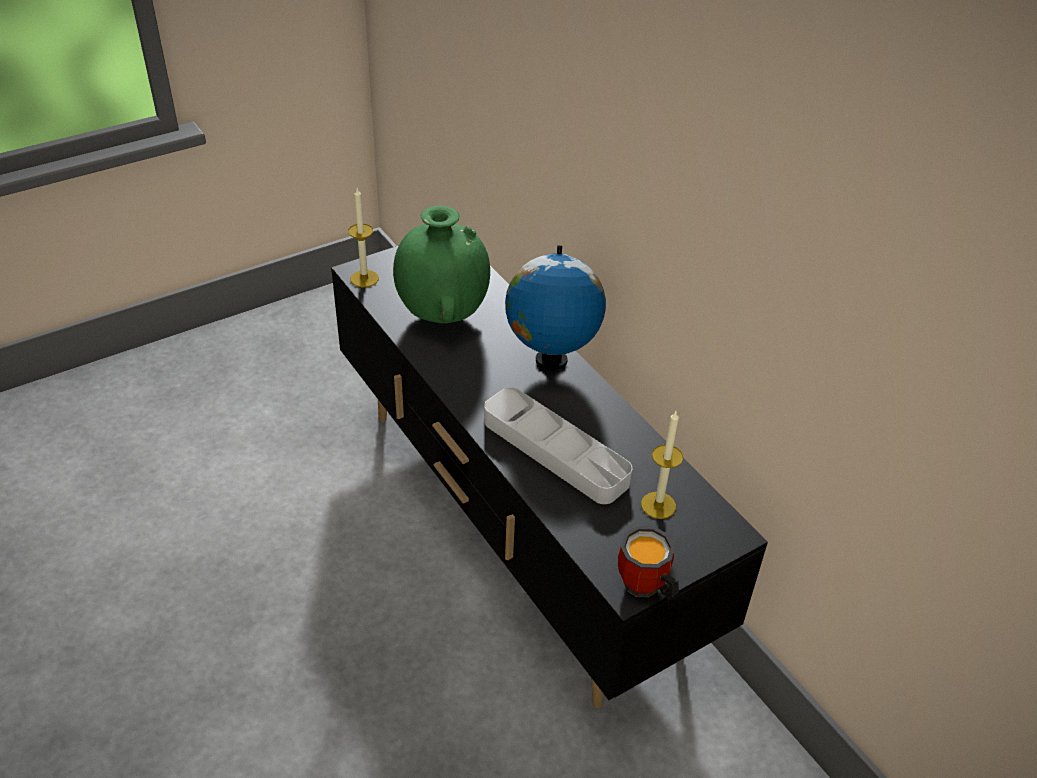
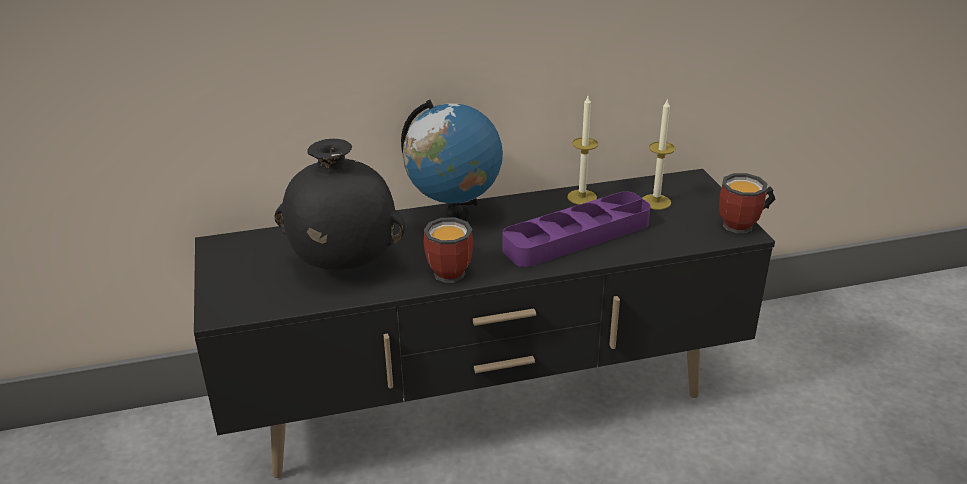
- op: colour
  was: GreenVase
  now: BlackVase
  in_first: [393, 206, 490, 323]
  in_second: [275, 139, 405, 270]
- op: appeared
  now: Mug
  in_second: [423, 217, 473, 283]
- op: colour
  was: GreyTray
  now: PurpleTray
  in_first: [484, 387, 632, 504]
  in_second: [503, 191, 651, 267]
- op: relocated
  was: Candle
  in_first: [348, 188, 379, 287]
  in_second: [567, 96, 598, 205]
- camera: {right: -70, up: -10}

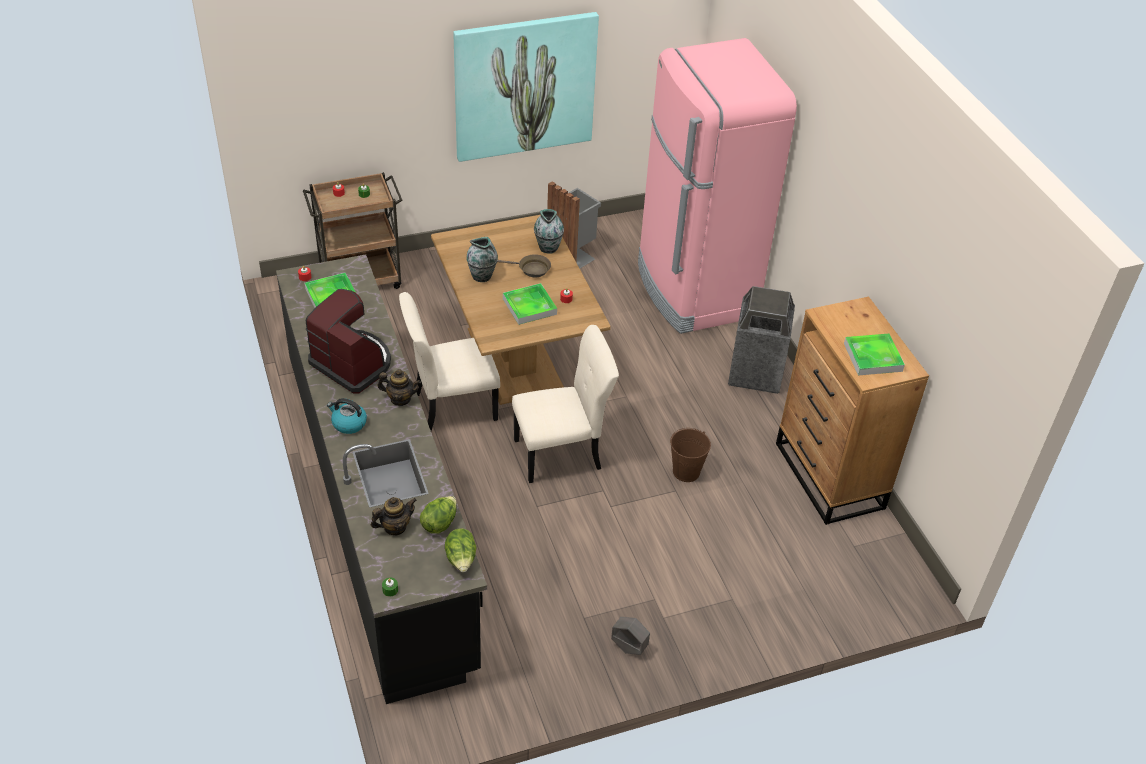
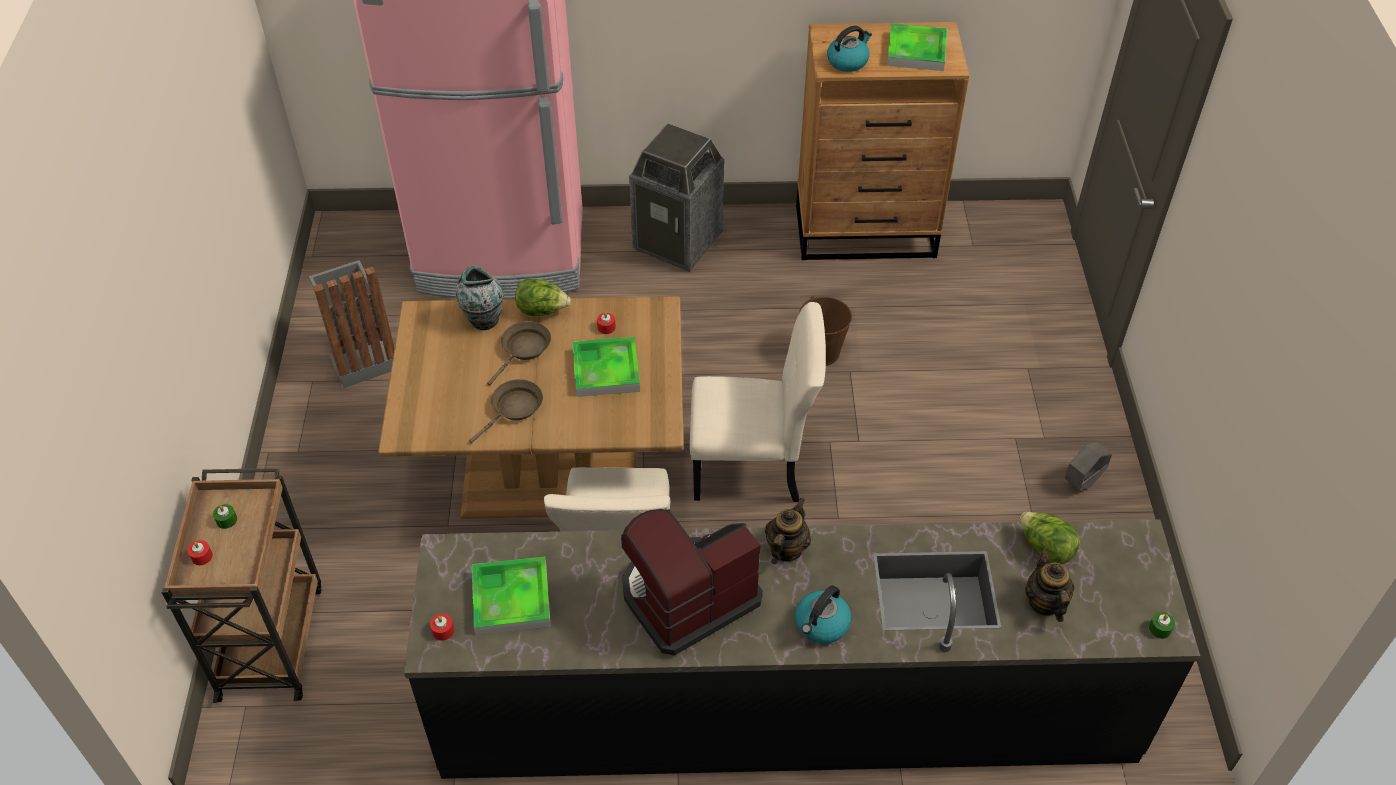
- op: exchanged
  was: Vase
  now: BrownFryingPan
  in_first: [466, 237, 498, 282]
  in_second: [469, 379, 543, 444]
- op: relocated
  was: Lettuce
  in_first: [445, 529, 477, 572]
  in_second: [515, 279, 571, 316]
- op: spun
  was: BeigeChair
  in_first: [512, 325, 619, 483]
  in_second: [690, 302, 826, 502]
  clockwise: 90
- op: appeared
  now: Kettle
  in_second: [827, 25, 872, 72]
- op: missing
  was: Picture
  in_first: [453, 12, 599, 162]
- camera: {right: -70, up: 5}

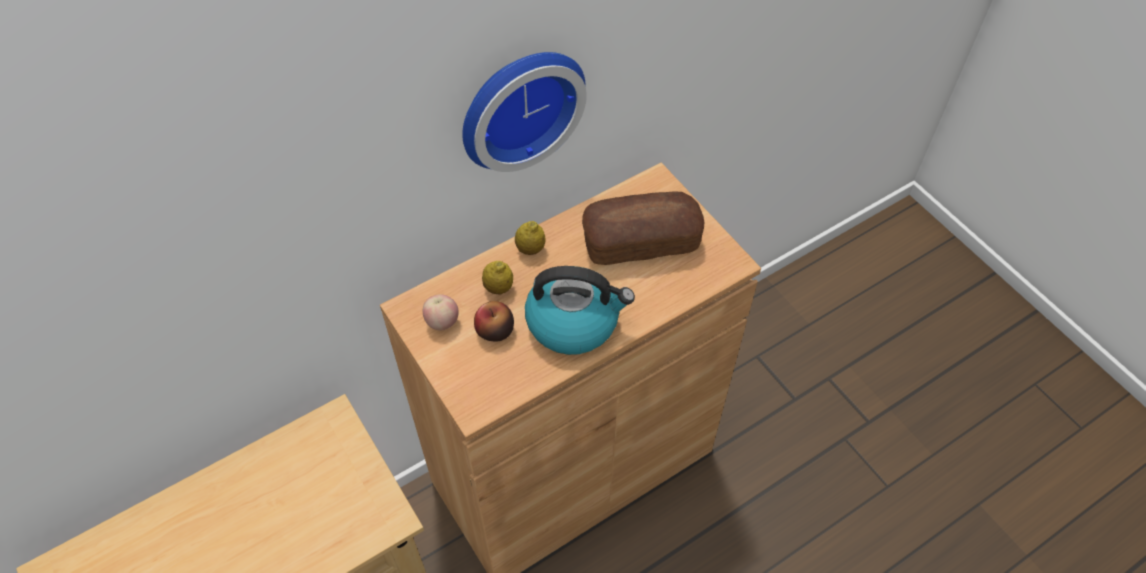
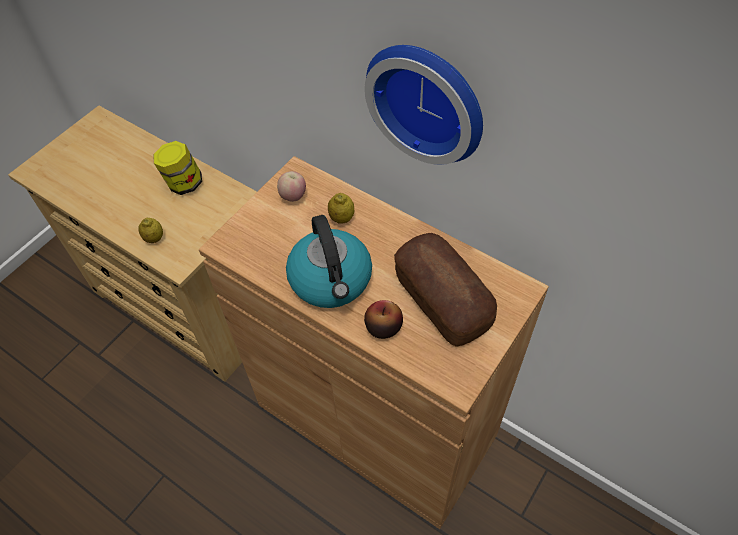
- op: relocated
  was: Lemon
  in_first: [515, 221, 546, 255]
  in_second: [138, 218, 163, 243]
- op: appeared
  now: Jar
  in_second: [153, 141, 202, 195]
- op: relocated
  was: Apple
  in_first: [474, 301, 514, 341]
  in_second: [364, 300, 403, 339]
- camera: {right: 70, up: 0}

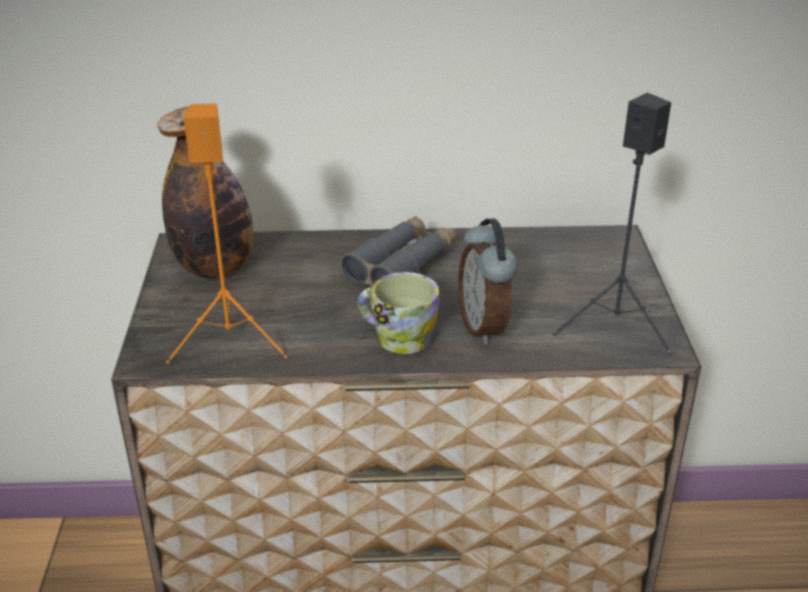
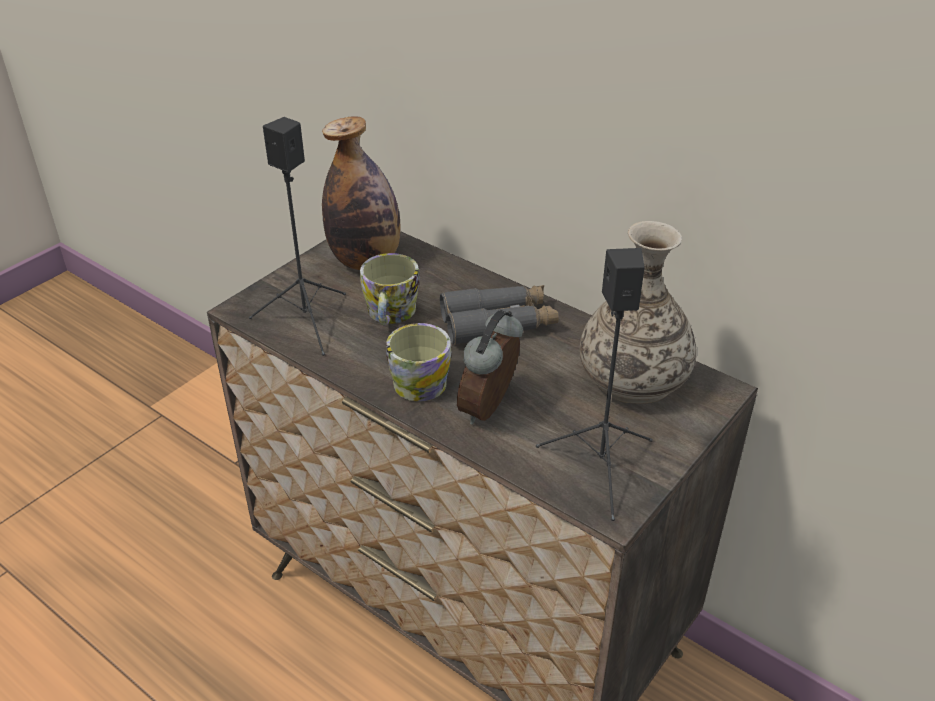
- op: colour
  was: OrangeSpeaker
  now: BlackSpeaker
  in_first: [166, 103, 288, 364]
  in_second: [249, 117, 346, 356]
- op: appeared
  now: Mug
  in_second: [360, 253, 420, 326]
- op: appeared
  now: Vase
  in_second: [580, 221, 697, 404]
- camera: {right: 40, up: 5}

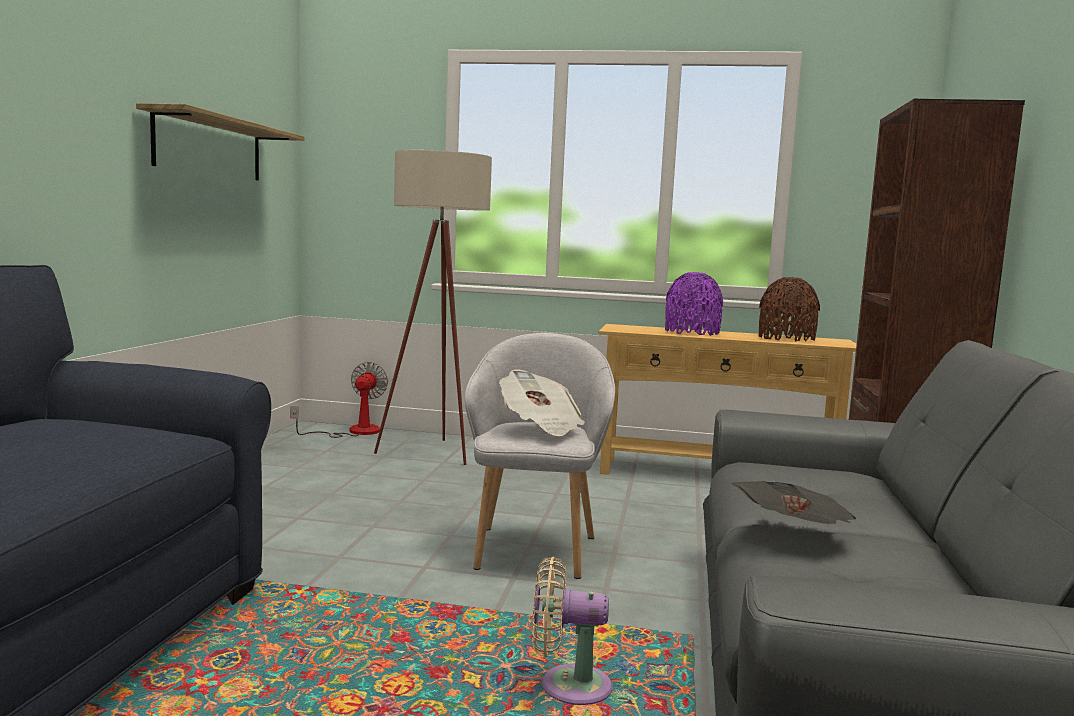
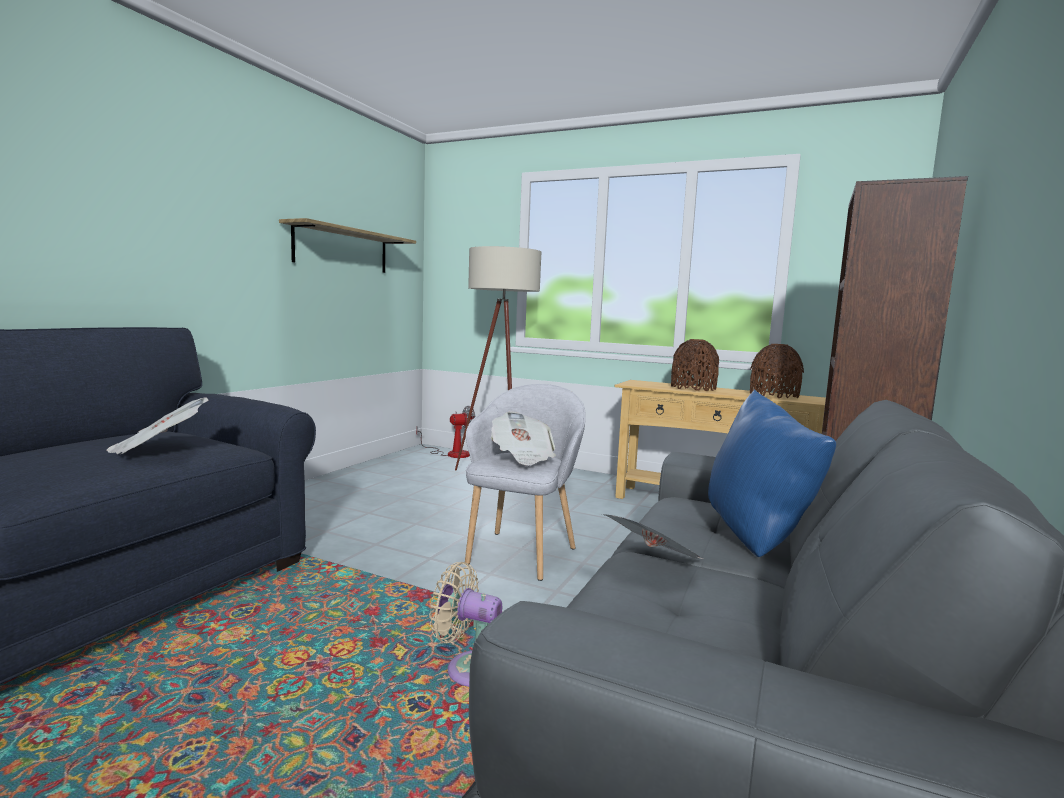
- op: appeared
  now: Newspaper
  in_second: [106, 398, 208, 454]
- op: spun
  was: Fan
  in_first: [290, 362, 388, 438]
  in_second: [416, 405, 476, 458]
  clockwise: 45
- op: colour
  was: PurpleVase
  now: BrownVase
  in_first: [665, 272, 723, 336]
  in_second: [671, 339, 719, 391]
- op: appeared
  now: BluePillow
  in_second: [708, 389, 836, 557]
- camera: {right: 15, up: 0}

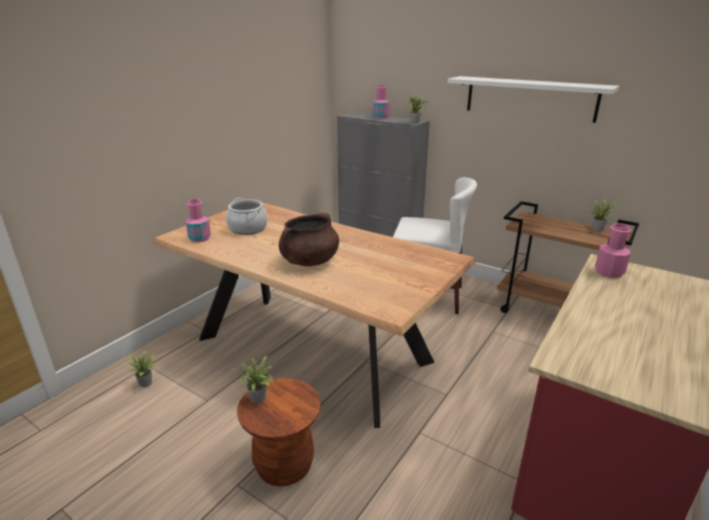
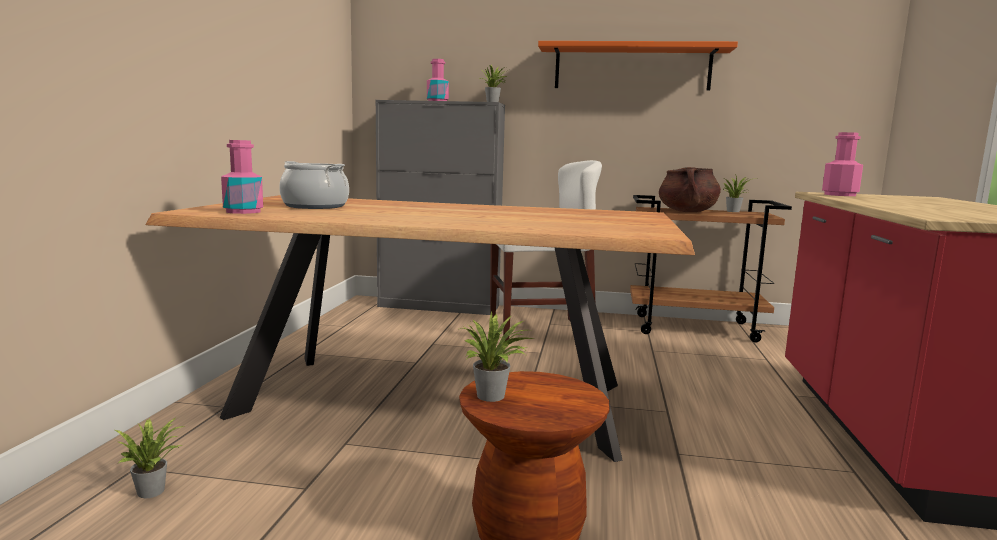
- op: colour
  was: WhiteShelf
  now: OrangeShelf
  in_first: [448, 76, 619, 123]
  in_second: [538, 41, 738, 91]
- op: relocated
  was: BrownCookingPot
  in_first: [279, 213, 339, 266]
  in_second: [659, 167, 721, 212]
- camera: {right: -25, up: -15}

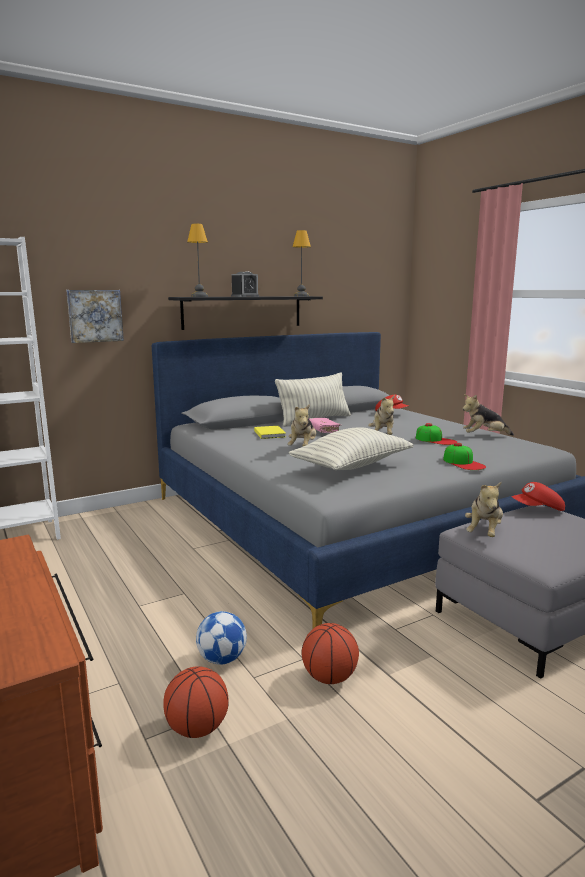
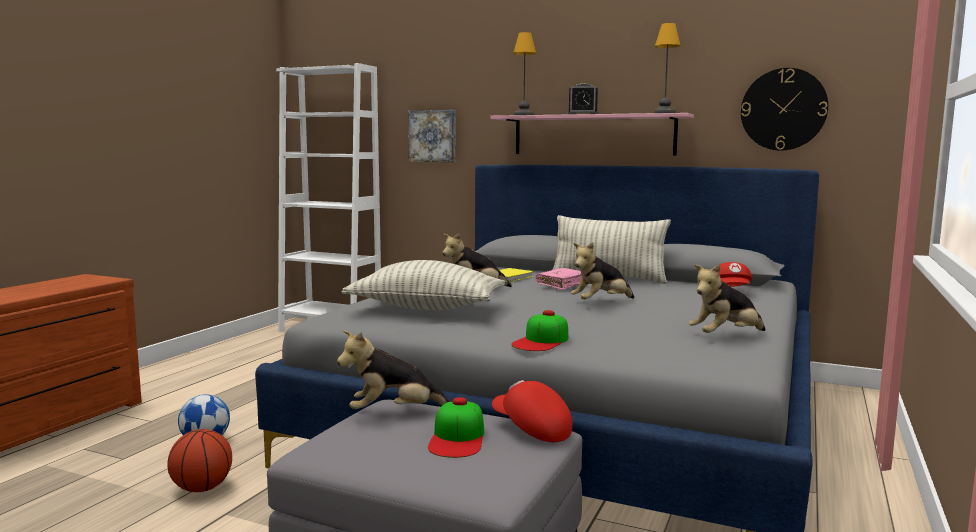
- op: relocated
  was: Cap
  in_first: [416, 423, 457, 445]
  in_second: [428, 397, 484, 458]
- op: colour
  was: BlackShelf
  now: PinkShelf
  in_first: [168, 296, 323, 330]
  in_second: [491, 113, 694, 155]
- op: spun
  was: PlushToy
  in_first: [462, 394, 514, 436]
  in_second: [689, 264, 765, 333]
  clockwise: -75
- op: appeared
  now: WallClock
  in_second: [741, 68, 828, 151]
- op: missing
  was: Basketball
  in_first: [163, 666, 229, 738]
- camera: {right: 55, up: -5}

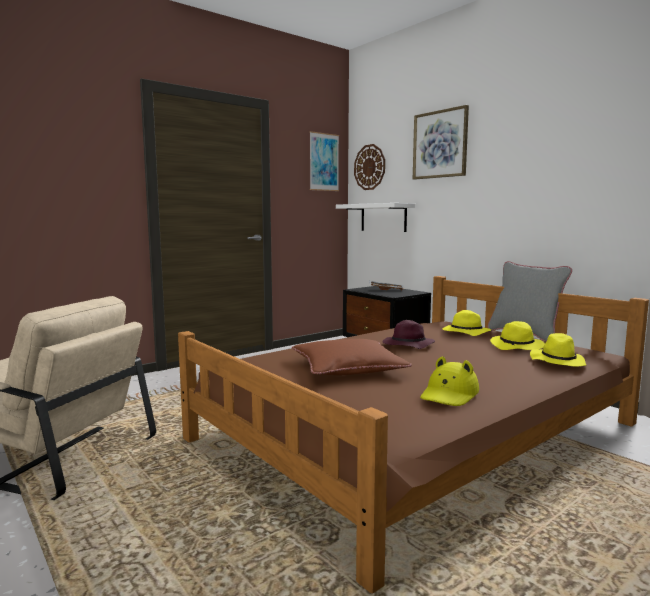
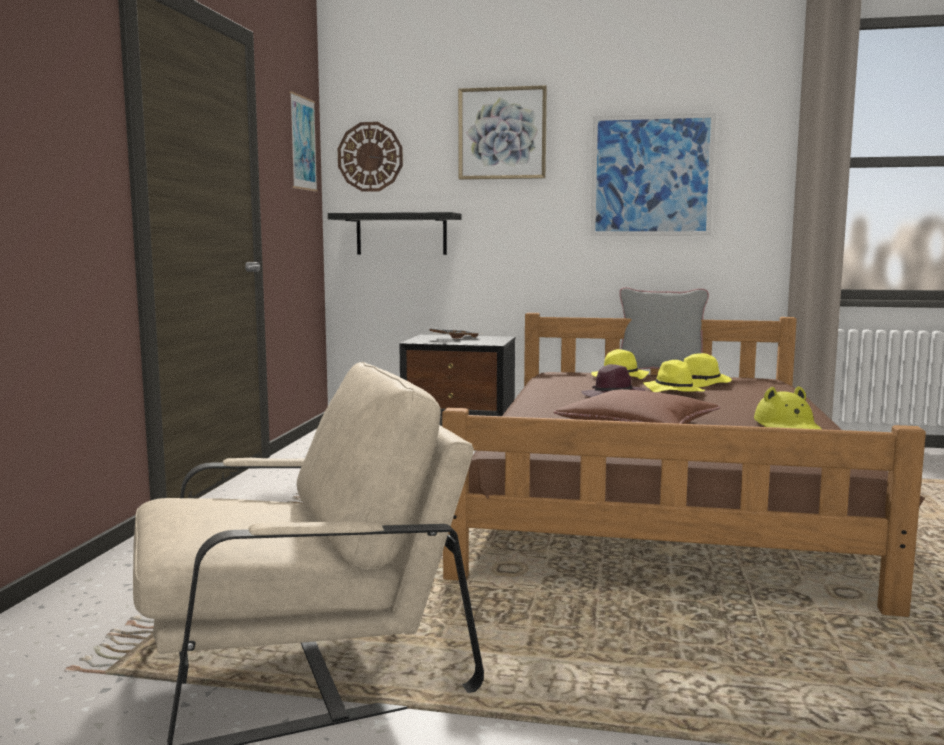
- op: colour
  was: WhiteShelf
  now: BlackShelf
  in_first: [336, 203, 415, 232]
  in_second: [328, 212, 462, 255]
- op: appeared
  now: Picture
  in_second: [591, 113, 716, 236]
- op: relocated
  was: YellowHat
  in_first: [530, 333, 586, 367]
  in_second: [643, 360, 705, 392]
- camera: {right: -40, up: 0}

